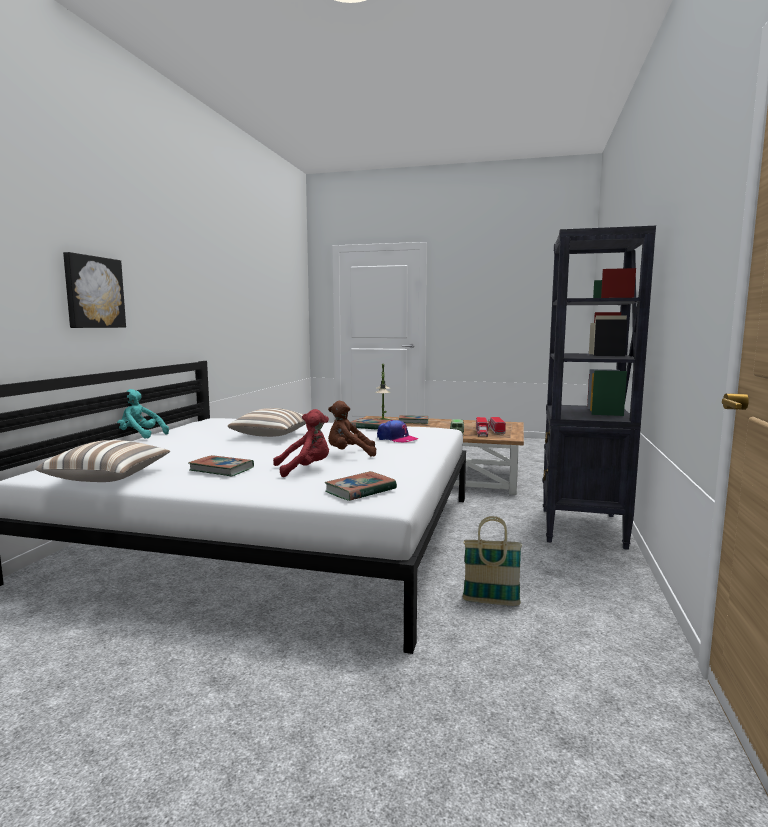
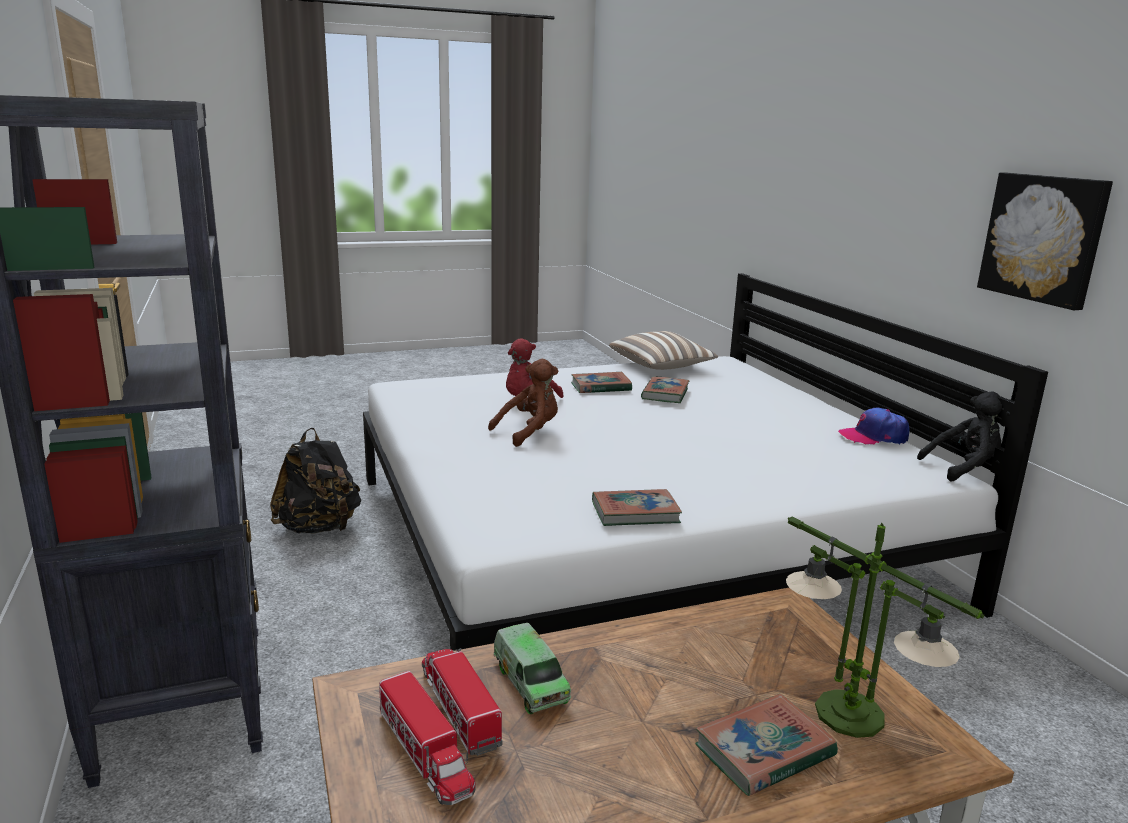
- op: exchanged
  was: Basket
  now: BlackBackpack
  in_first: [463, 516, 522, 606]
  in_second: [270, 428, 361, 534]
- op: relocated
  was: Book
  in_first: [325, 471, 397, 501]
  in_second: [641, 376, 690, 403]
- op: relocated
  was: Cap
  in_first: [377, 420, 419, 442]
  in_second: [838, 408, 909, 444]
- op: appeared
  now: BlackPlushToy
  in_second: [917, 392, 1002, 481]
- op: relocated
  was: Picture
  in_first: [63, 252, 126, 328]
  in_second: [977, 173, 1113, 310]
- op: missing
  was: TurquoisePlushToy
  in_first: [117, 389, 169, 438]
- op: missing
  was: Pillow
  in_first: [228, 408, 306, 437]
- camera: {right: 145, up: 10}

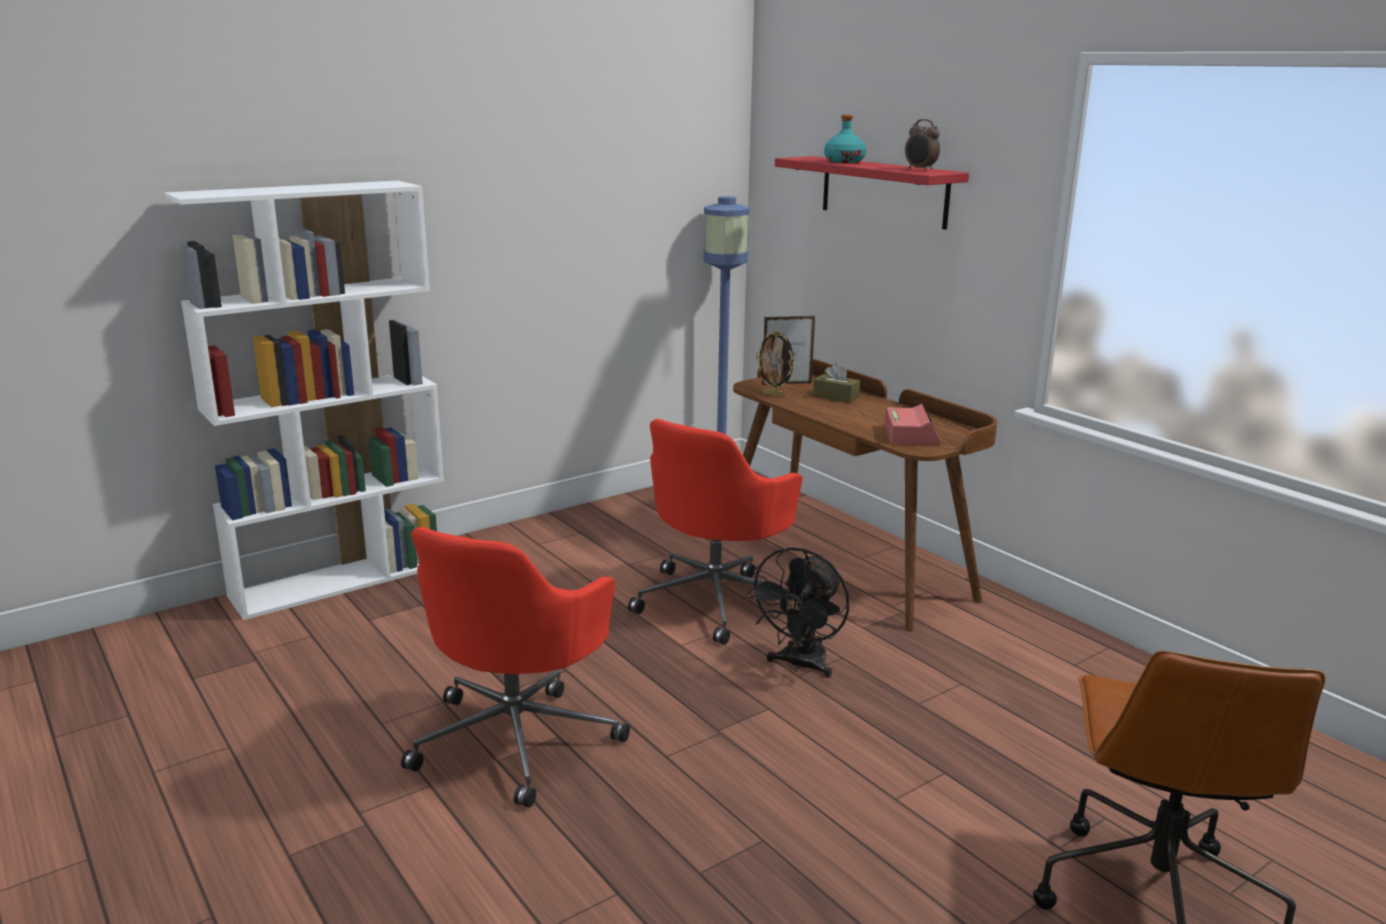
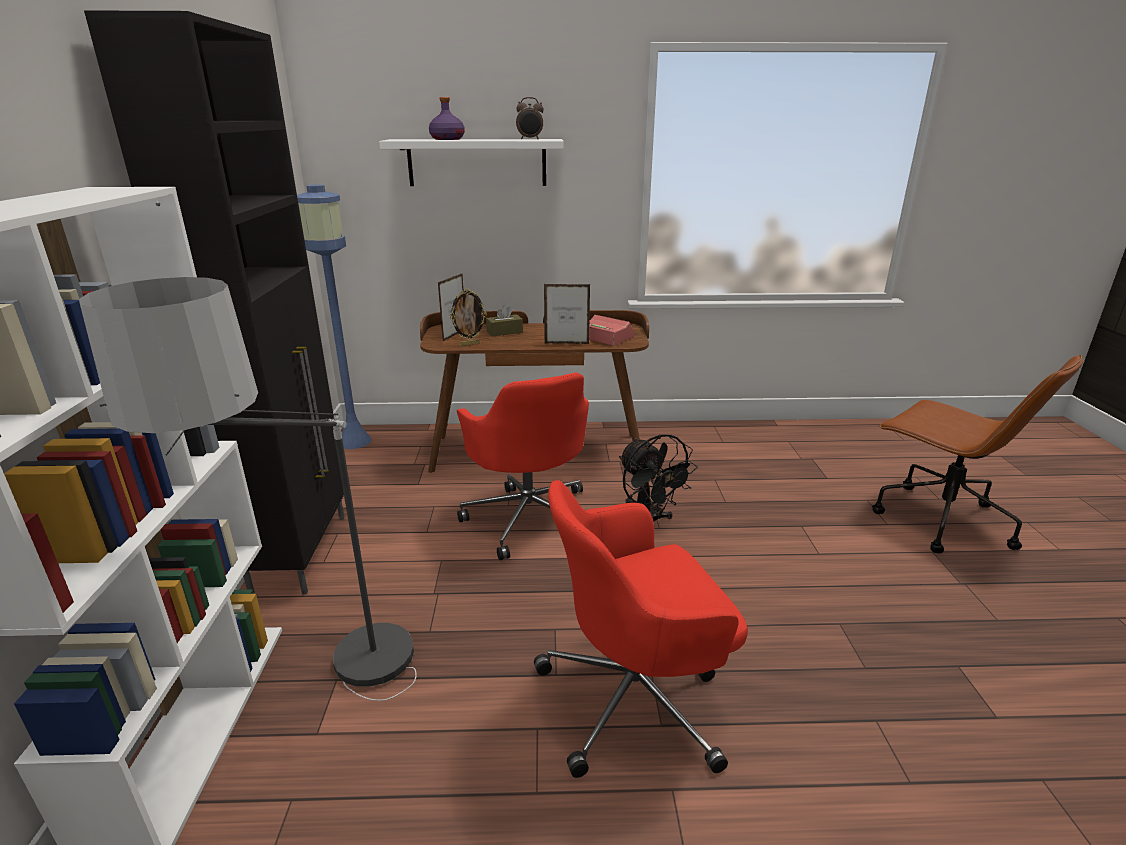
- op: appeared
  now: FloorLamp
  in_second: [79, 277, 417, 701]
- op: appeared
  now: BlackCabinet
  in_second: [84, 10, 344, 594]
- op: colour
  was: RedShelf
  now: WhiteShelf
  in_first: [775, 156, 969, 230]
  in_second: [379, 139, 564, 186]
- op: colour
  was: TurquoiseBottle
  now: PurpleBottle
  in_first: [824, 115, 866, 163]
  in_second: [429, 97, 465, 140]
- op: spun
  was: RedOfficeChair
  in_first: [401, 527, 630, 808]
  in_second: [534, 480, 748, 778]
  clockwise: 105
- op: appeared
  now: PictureFrame
  in_second: [544, 284, 590, 344]
- camera: {right: -55, up: 5}

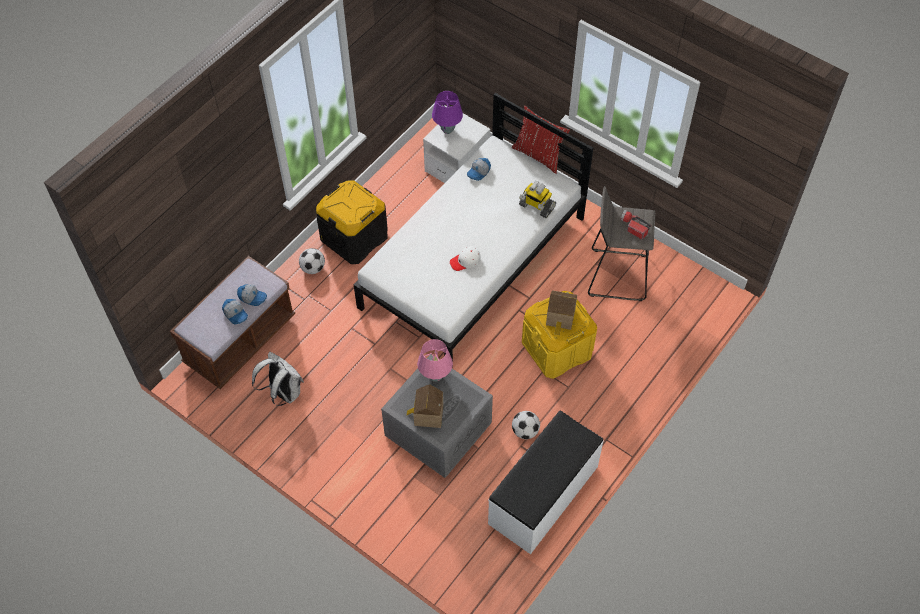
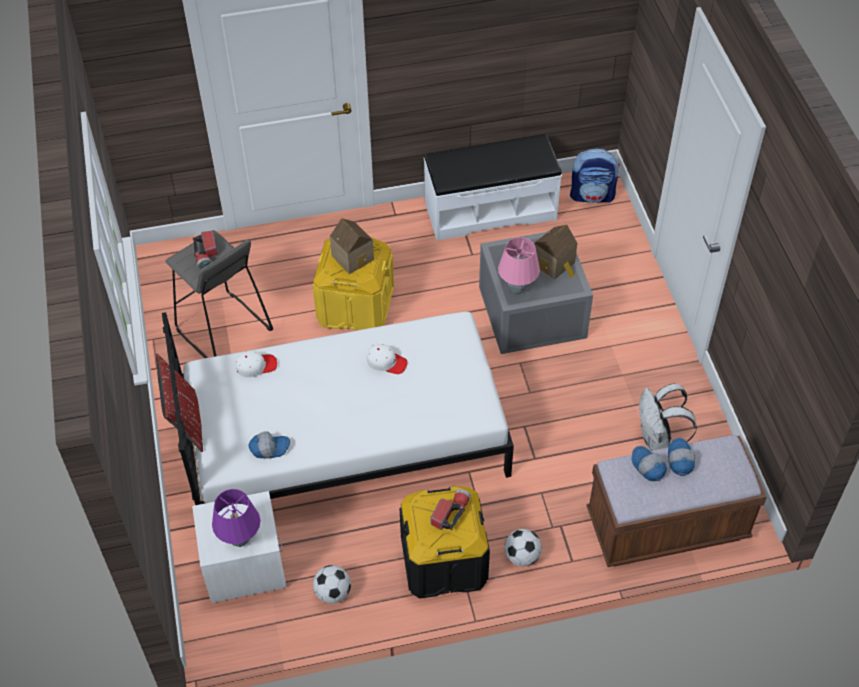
- op: exchanged
  was: ToyRobot
  now: WhiteCap
  in_first: [519, 181, 556, 218]
  in_second: [235, 350, 277, 378]
- op: relocated
  was: Football
  in_first: [512, 411, 540, 439]
  in_second: [313, 565, 351, 604]
- op: appeared
  now: Flashlight
  in_second: [430, 489, 471, 530]
- op: appeared
  now: Backpack
  in_second: [570, 148, 620, 203]
- camera: {right: -140, up: -5}

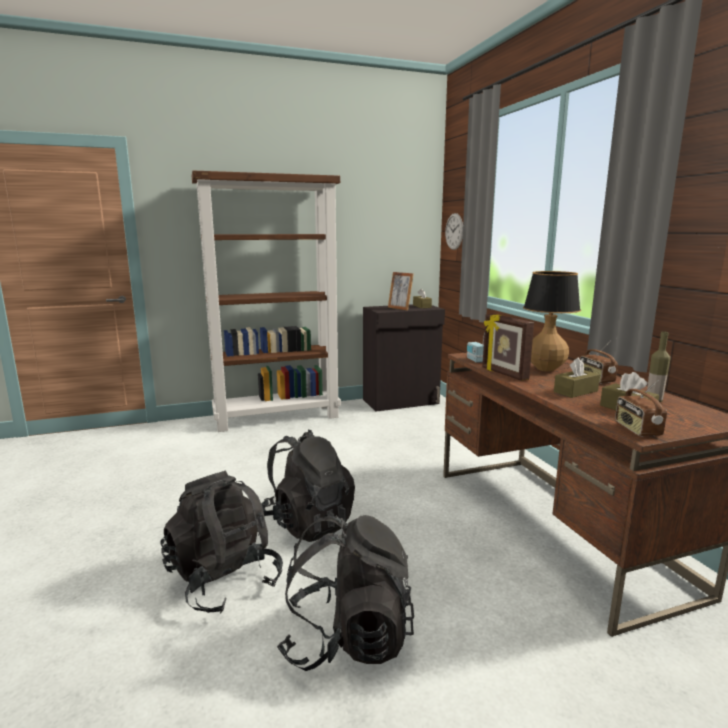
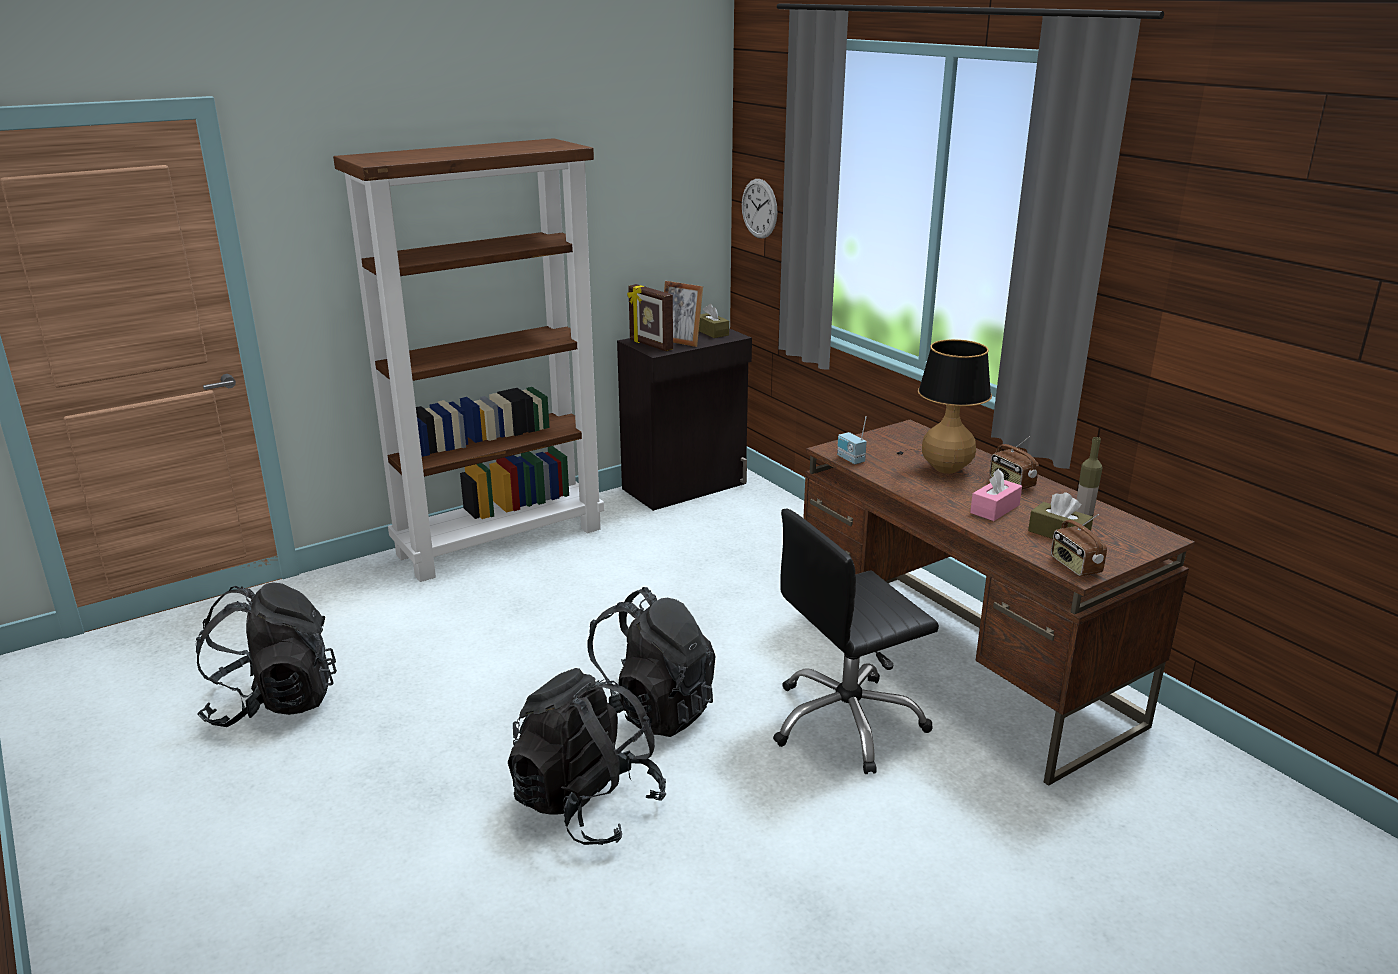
- op: relocated
  was: BlackBackpack
  in_first: [277, 514, 414, 671]
  in_second: [195, 583, 337, 727]
- op: relocated
  was: PictureFrame
  in_first: [482, 314, 534, 381]
  in_second: [627, 284, 673, 351]
- op: appeared
  now: BlackOfficeChair
  in_second: [773, 509, 939, 774]
- op: colour
  was: BrownTissueBox
  now: PinkTissueBox
  in_first: [554, 357, 600, 398]
  in_second: [970, 469, 1022, 521]
- camera: {right: -15, up: 10}

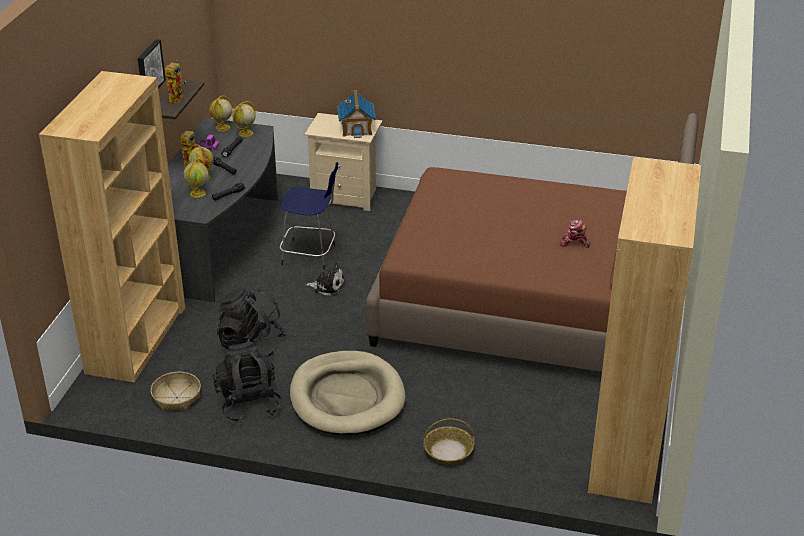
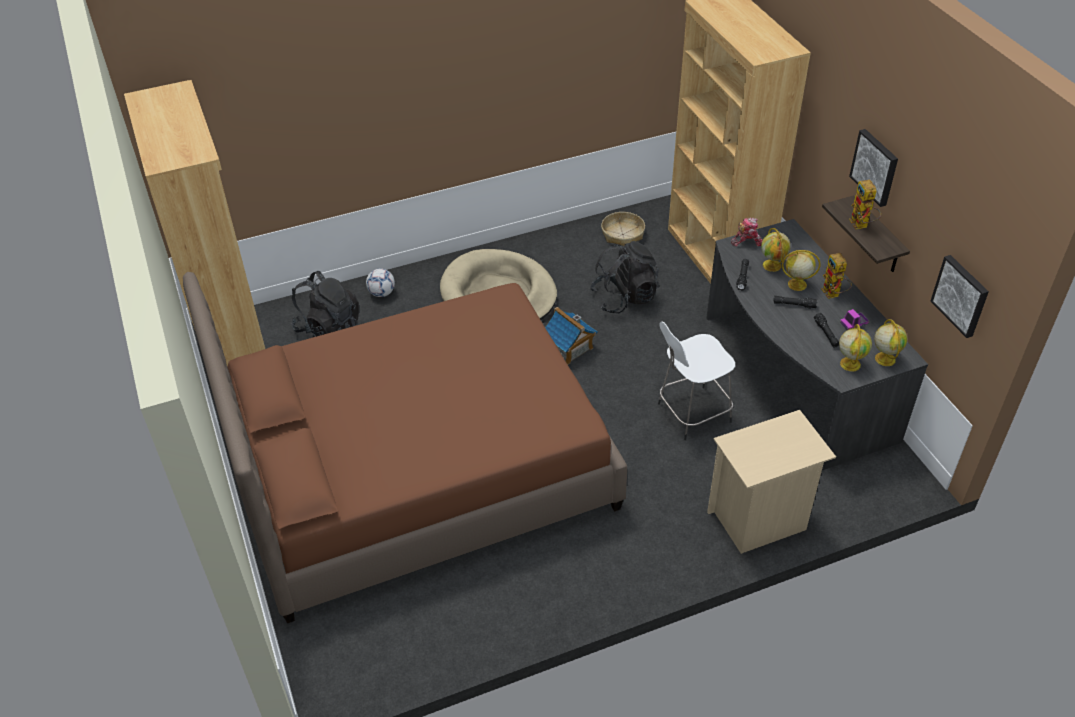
- op: relocated
  was: BlackBackpack
  in_first: [213, 342, 282, 423]
  in_second: [291, 271, 359, 337]
- op: exchanged
  was: Basket
  now: Football
  in_first: [423, 418, 474, 465]
  in_second: [366, 268, 395, 297]
- op: relocated
  was: ToyHouse
  in_first: [337, 90, 376, 138]
  in_second: [545, 307, 598, 365]
- op: colour
  was: BlueStool
  now: WhiteStool
  in_first: [280, 162, 338, 270]
  in_second: [658, 322, 735, 440]
- op: relocated
  was: ToyRobot
  in_first: [560, 220, 591, 248]
  in_second: [731, 217, 763, 247]
- op: appeared
  now: Picture
  in_second: [931, 255, 989, 338]
- op: missing
  was: PlushToy
  in_first: [305, 262, 345, 296]
- camera: {right: 145, up: 10}

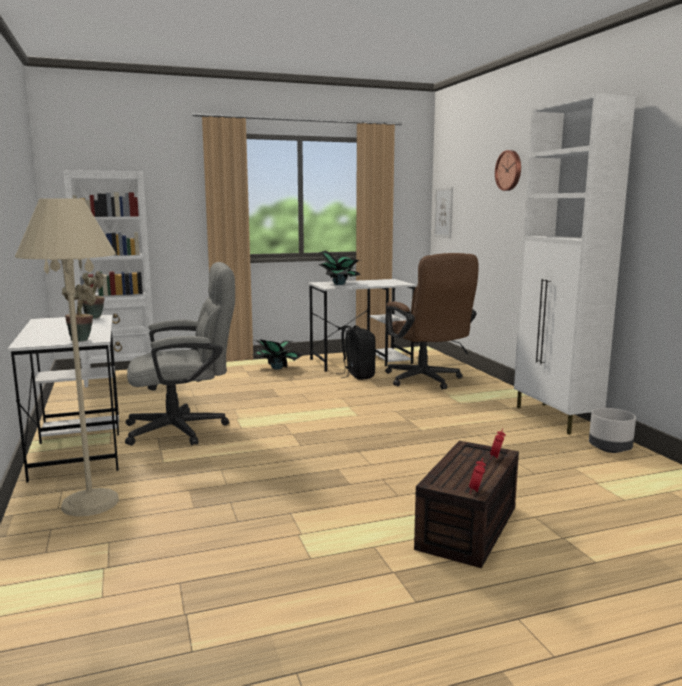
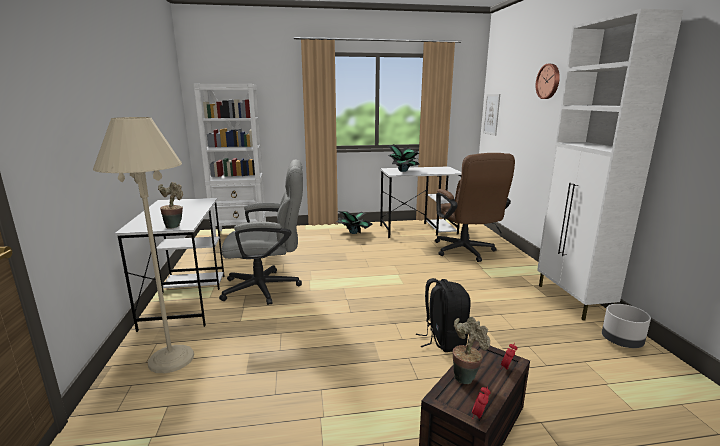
- op: relocated
  was: BlackBackpack
  in_first: [336, 326, 376, 380]
  in_second: [416, 278, 471, 352]
- op: relocated
  was: PottedPlant
  in_first: [82, 271, 105, 319]
  in_second: [453, 317, 490, 384]
- camera: {right: 10, up: 5}

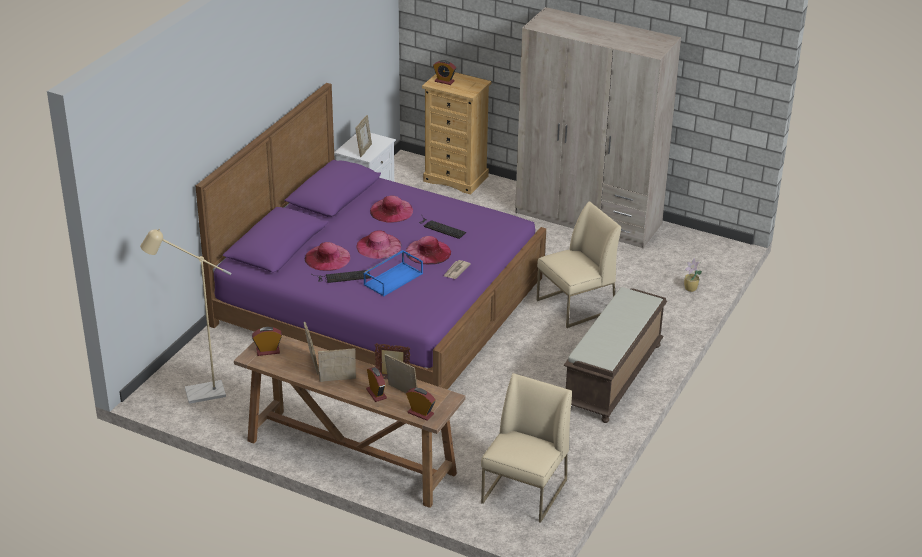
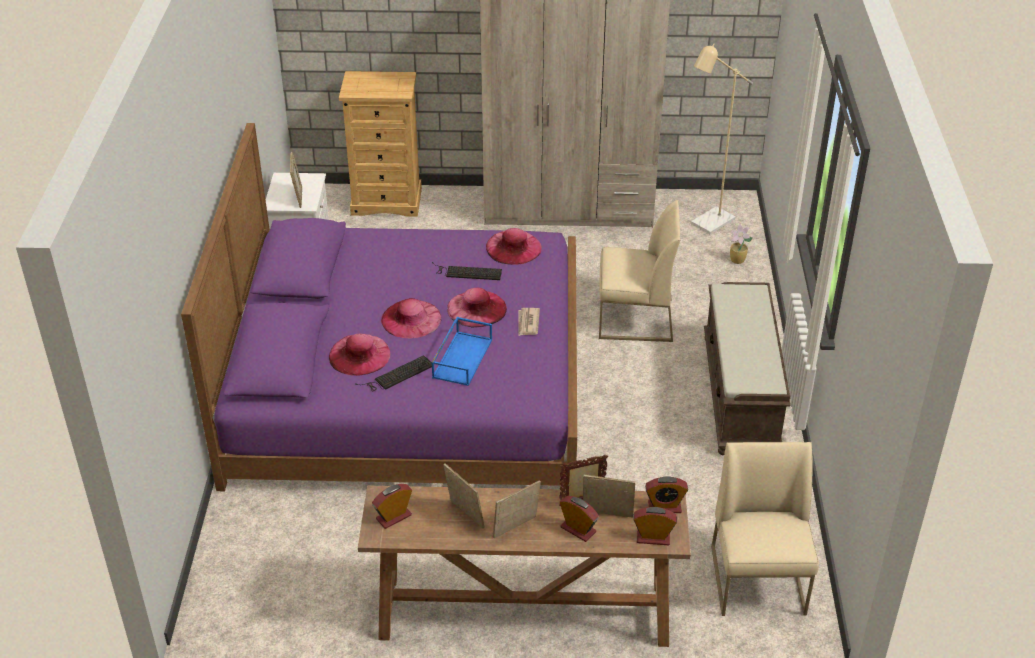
- op: relocated
  was: PinkHat
  in_first: [370, 196, 413, 223]
  in_second: [486, 228, 542, 265]
- op: spun
  was: BeigeChair
  in_first: [536, 201, 621, 328]
  in_second: [599, 200, 680, 342]
  clockwise: 60
- op: relocated
  was: AlarmClock
  in_first: [433, 60, 456, 85]
  in_second: [645, 476, 688, 513]
- op: relocated
  was: BeigeFloorLamp
  in_first: [140, 228, 231, 404]
  in_second: [691, 43, 753, 234]
- camera: {right: -25, up: 5}

